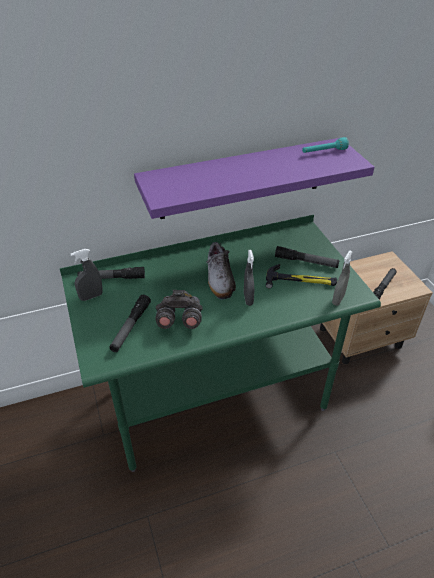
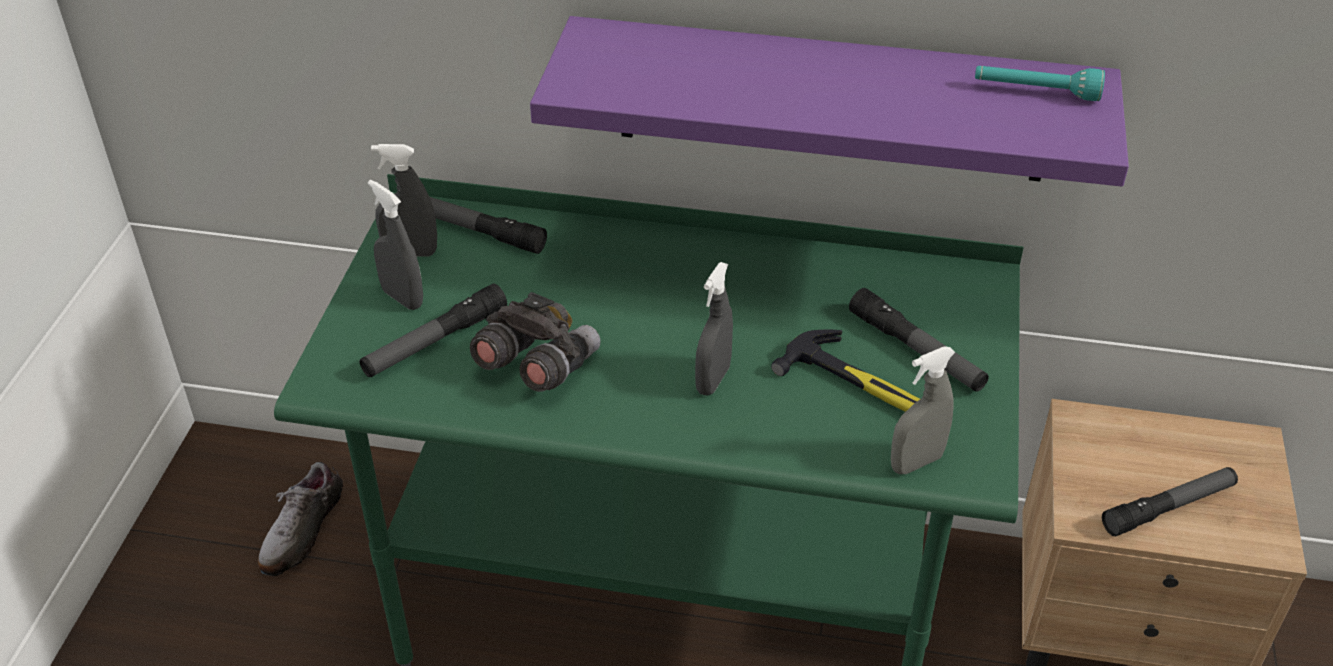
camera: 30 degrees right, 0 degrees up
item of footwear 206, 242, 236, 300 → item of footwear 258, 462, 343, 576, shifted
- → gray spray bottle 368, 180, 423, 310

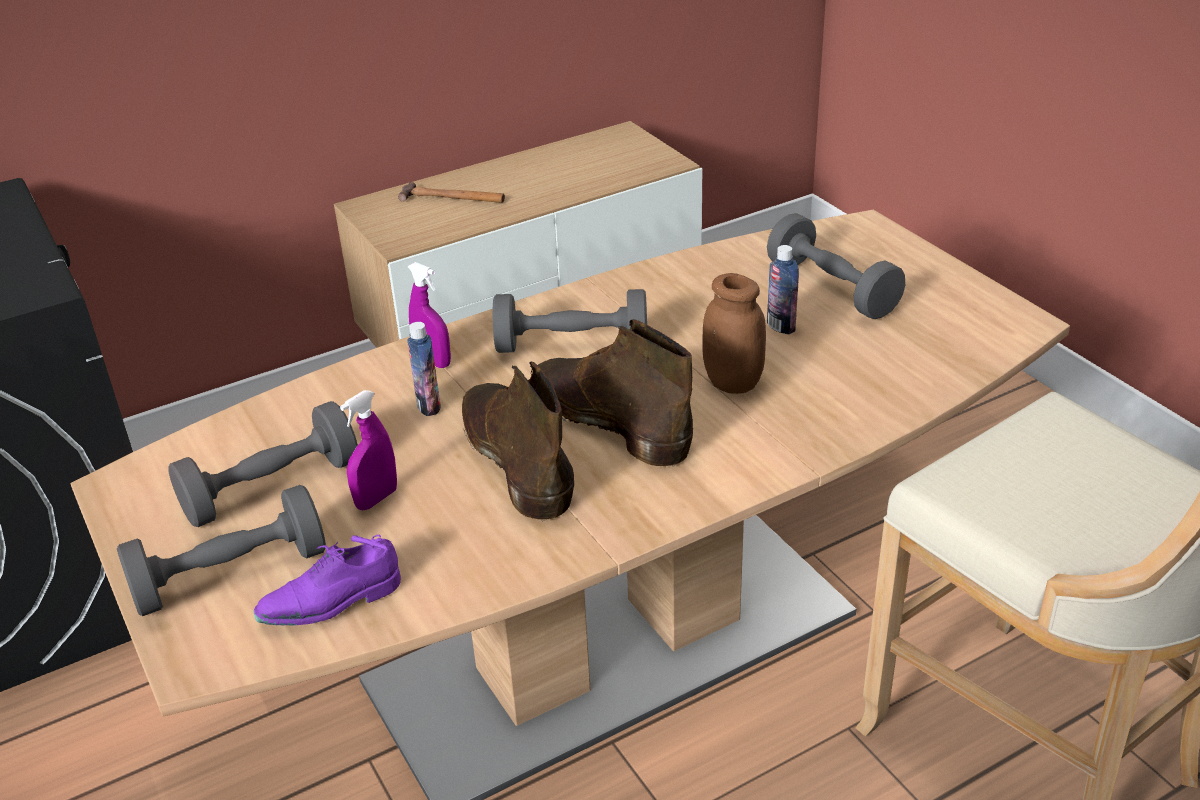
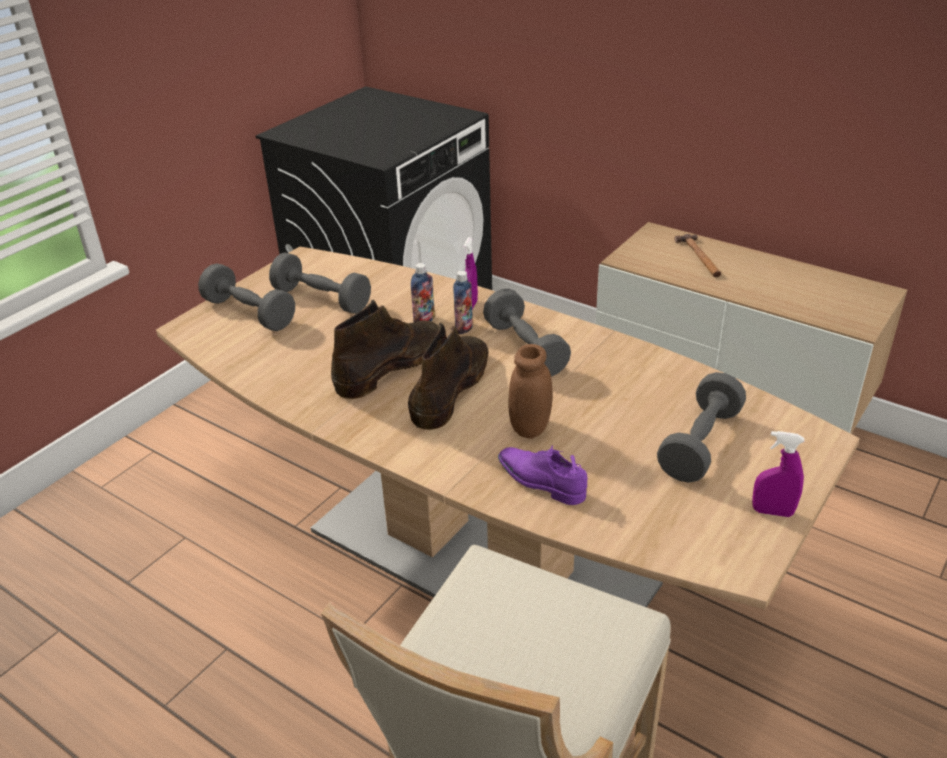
camera: 65 degrees right, 0 degrees up
drink bottle 767, 245, 799, 334 → drink bottle 453, 271, 473, 334, shifted
purple item of footwear 254, 535, 401, 626 → purple item of footwear 498, 445, 587, 505, shifted
purple spray bottle 340, 390, 397, 510 → purple spray bottle 752, 431, 804, 517, shifted

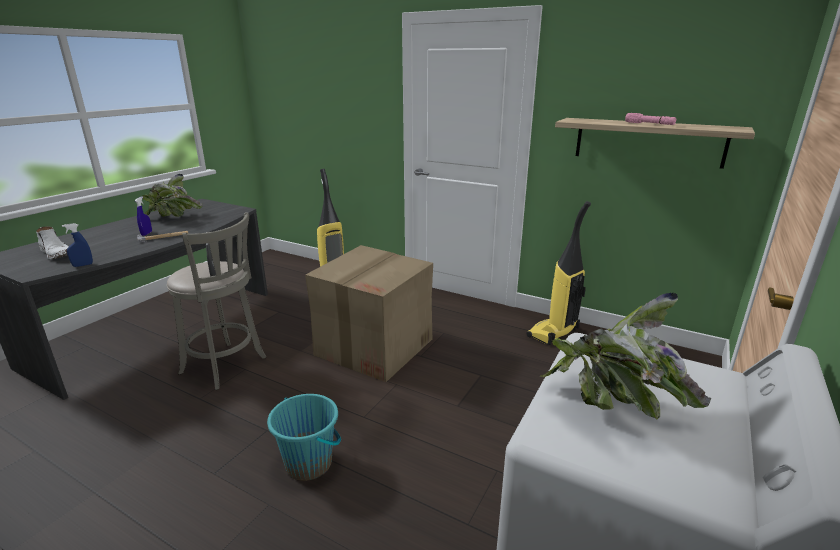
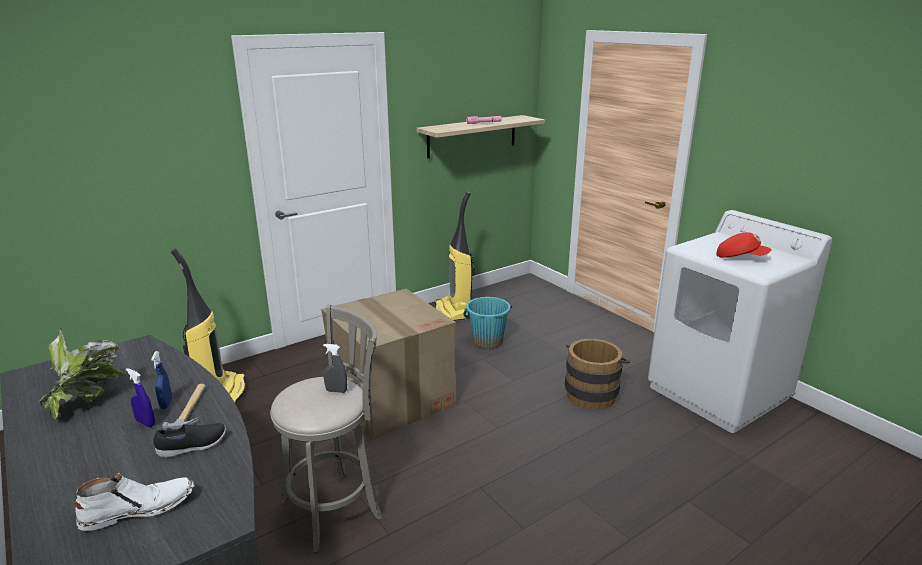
camera: 65 degrees left, 0 degrees up
bluish spray bottle 62, 223, 93, 267 → bluish spray bottle 151, 351, 172, 409, shifted
- → black item of footwear 153, 423, 226, 458
turquoise bucket 267, 394, 341, 481 → turquoise bucket 463, 297, 512, 349, shifted
- → brownish bucket 565, 339, 630, 410
houseplant 540, 292, 711, 419 → red-coloured peaked cap 716, 232, 772, 258

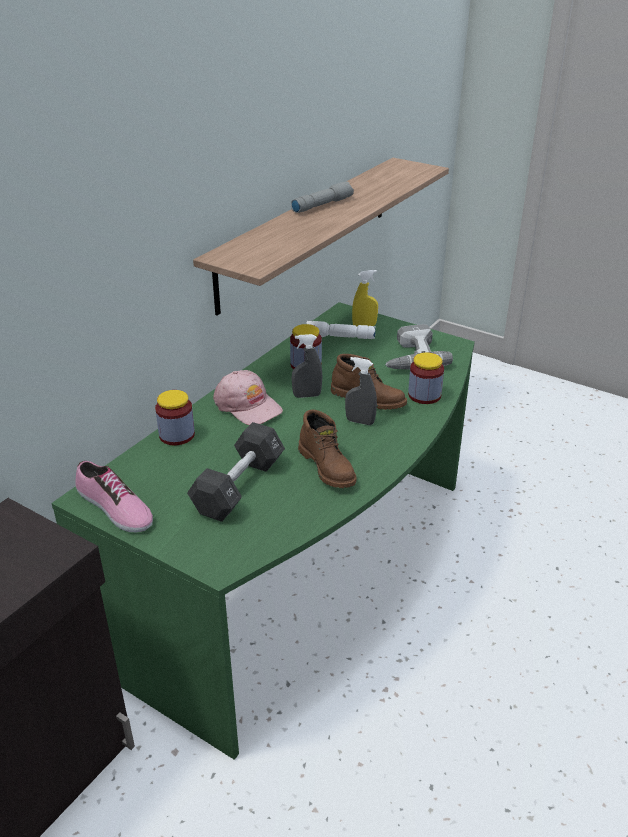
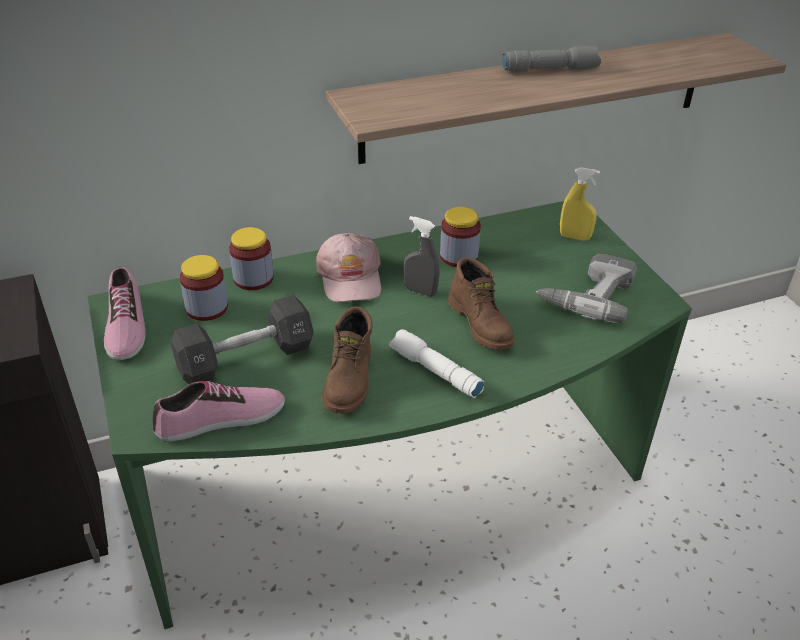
camera: 35 degrees right, 5 degrees up
- → item of footwear 152, 381, 285, 441
storage jar 408, 352, 444, 404 → storage jar 180, 255, 228, 321, shifted
white-coloured flashlight 306, 321, 376, 339 → white-coloured flashlight 389, 329, 484, 398, shifted
gray spray bottle 345, 357, 377, 425 → -

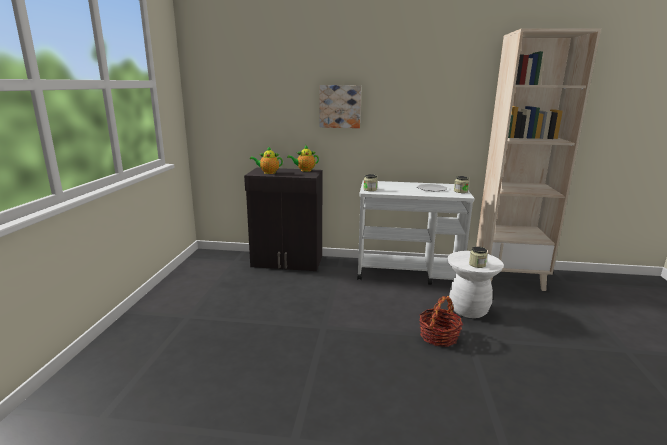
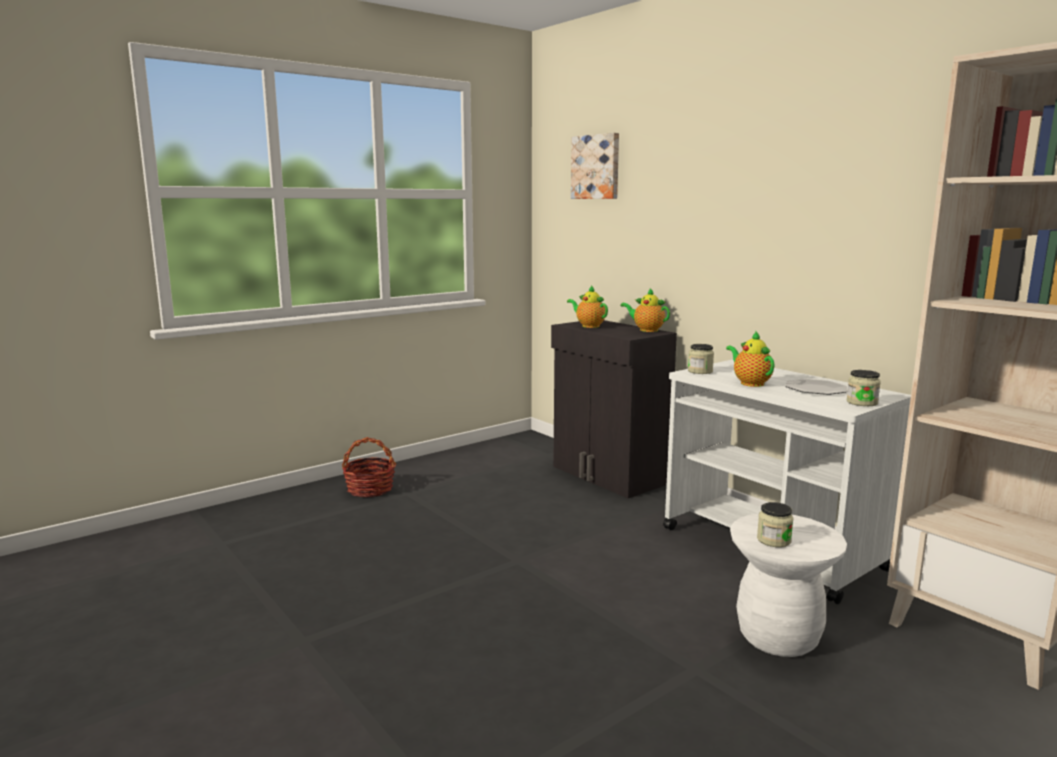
camera: 45 degrees right, 5 degrees down
basket 419, 296, 463, 347 → basket 342, 437, 396, 497, shifted
picture 319, 85, 361, 128 → picture 571, 133, 619, 199, shifted
- → pot for tea 726, 331, 775, 387

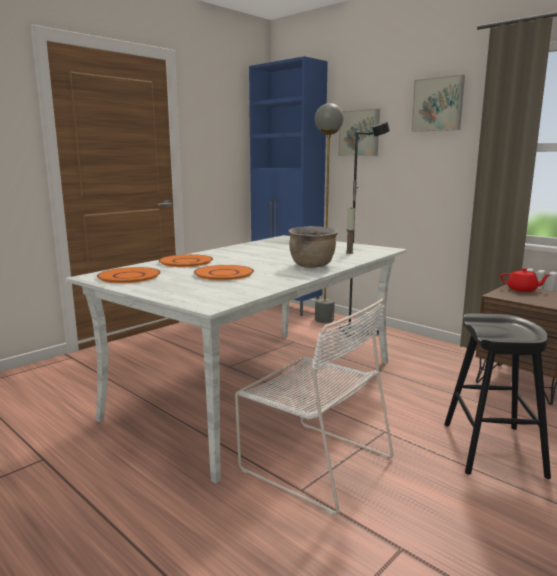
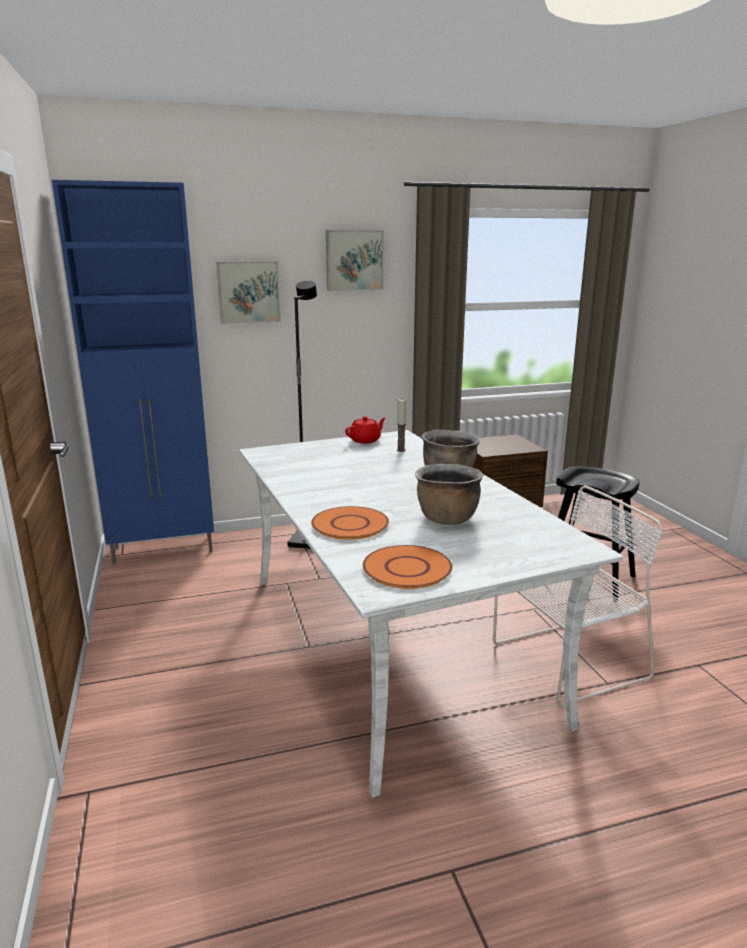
camera: 60 degrees left, 5 degrees up
red-coloured pot for tea 500, 268, 550, 292 → red-coloured pot for tea 345, 416, 386, 444, shifted
orangey dinner plate 194, 265, 254, 280 → brownish stockpot 415, 464, 483, 525
gray standing lamp 315, 103, 344, 323 → -

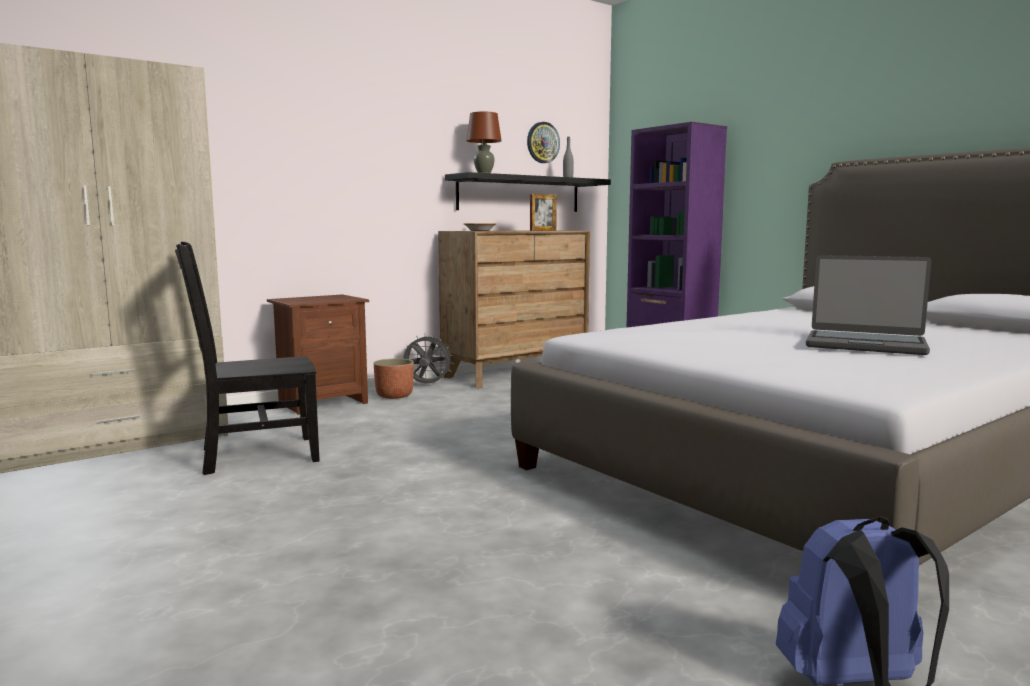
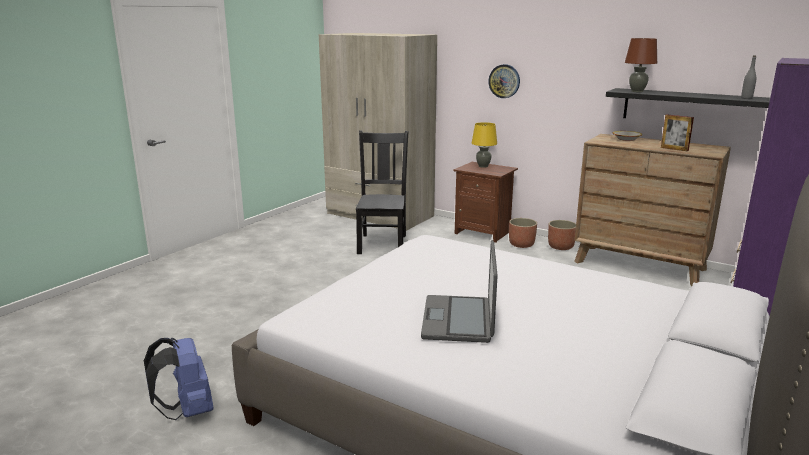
camera: 70 degrees right, 10 degrees up
black plain chair 175, 241, 320, 475 → black plain chair 356, 130, 408, 254, 45 degrees clockwise
- → yellowish table lamp 472, 122, 497, 168
wall clock 527, 122, 560, 163 → wall clock 488, 64, 520, 98, shifted
gray electric fan 403, 333, 454, 384 → flower pot 548, 220, 576, 250

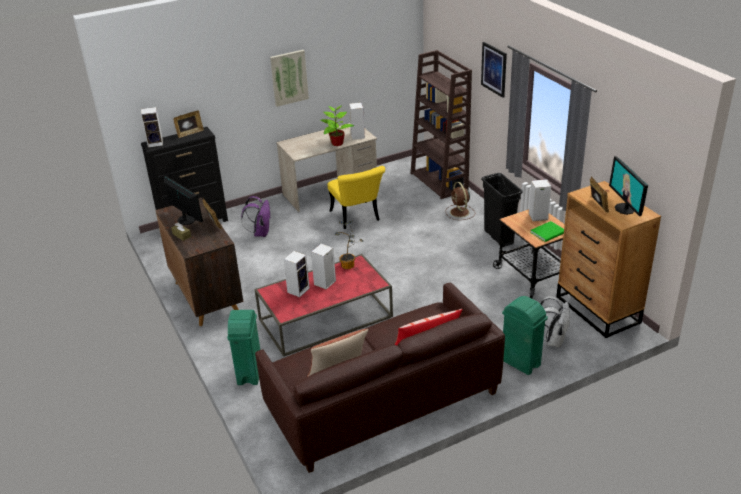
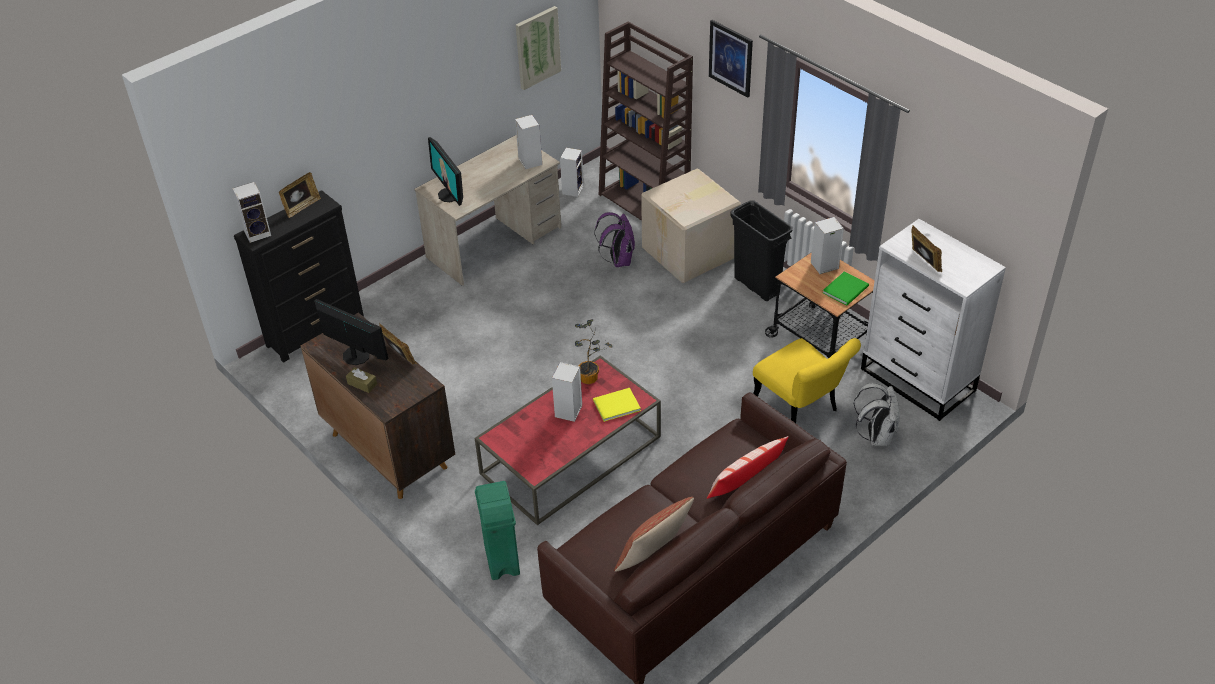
camera: 15 degrees left, 10 degrees up
monitor 609, 156, 648, 216 → monitor 428, 137, 463, 206, shifted
picture 270, 50, 309, 107 → picture 516, 6, 561, 90, shifted
loudspeaker 283, 251, 310, 297 → loudspeaker 560, 148, 584, 197, shifted
- → yellowish book 593, 388, 641, 422
purple rucksack 241, 196, 270, 237 → purple rucksack 594, 212, 635, 267, shifted
brownish electric fan 446, 182, 475, 220 → carton 641, 168, 741, 283
yellowish plain chair 327, 166, 385, 229 → yellowish plain chair 753, 338, 861, 423, shifted
brownish dresser 556, 181, 661, 338 → white-coloured dresser 861, 219, 1006, 421
houseplant 321, 105, 354, 146 → -
green-coloured waste bin 502, 296, 548, 375 → -

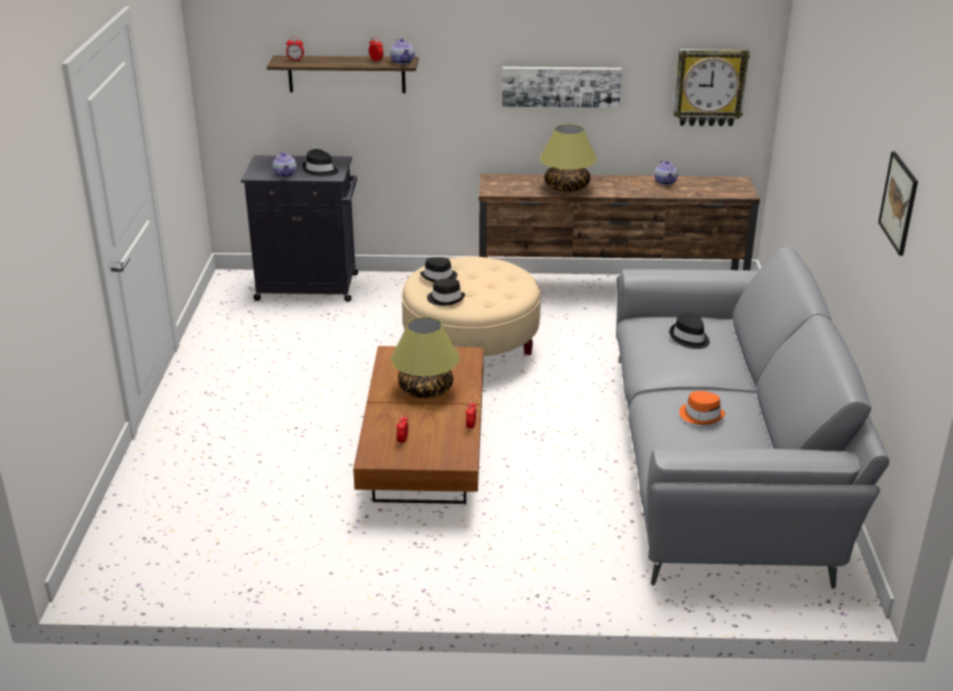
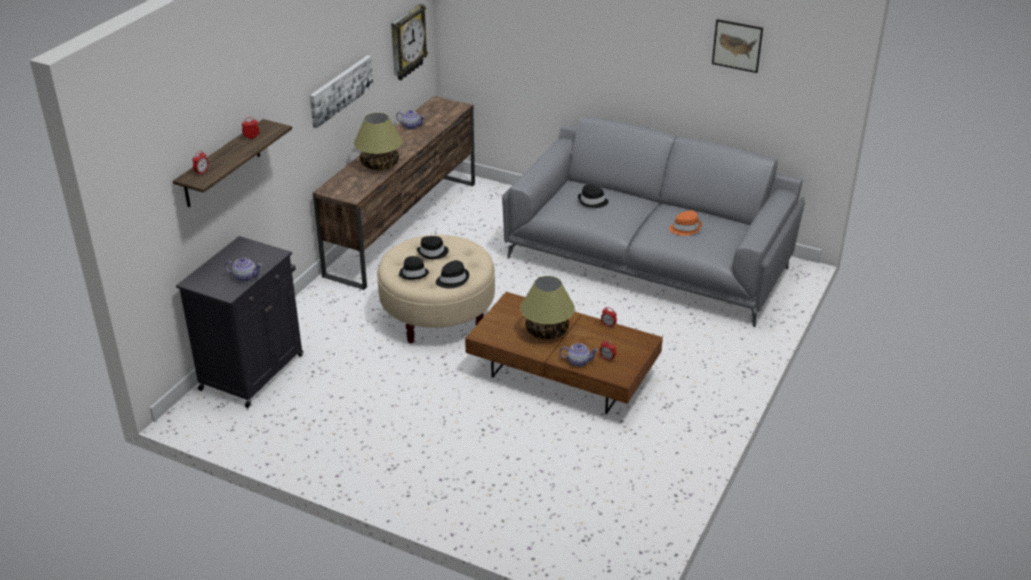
camera: 65 degrees left, 5 degrees up
black hat 302, 149, 339, 177 → black hat 417, 236, 449, 259, shifted
pot for tea 390, 38, 415, 64 → pot for tea 560, 343, 598, 367, shifted

